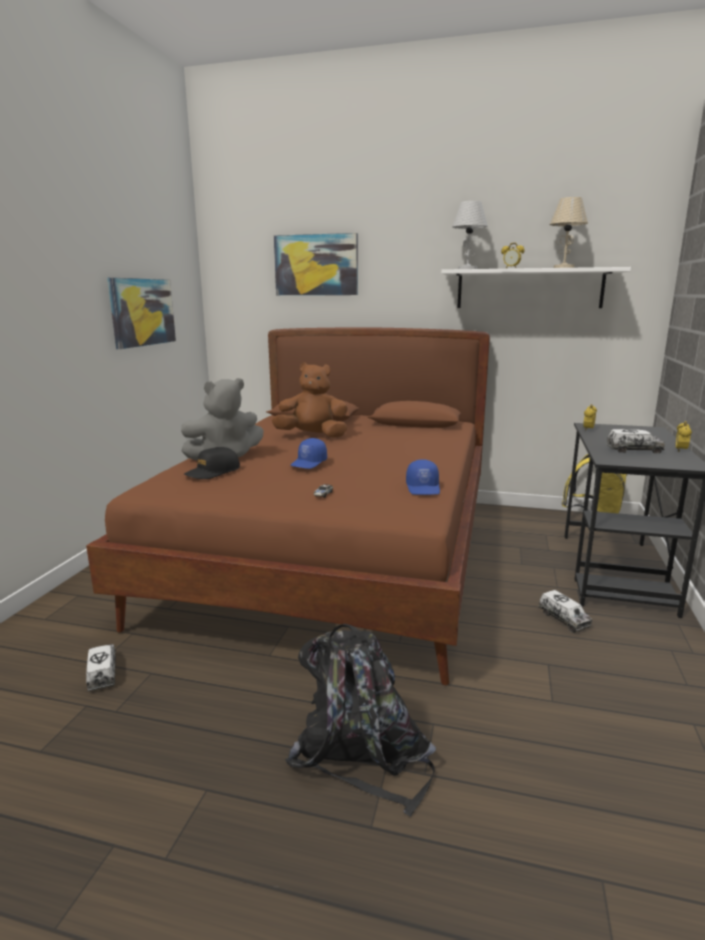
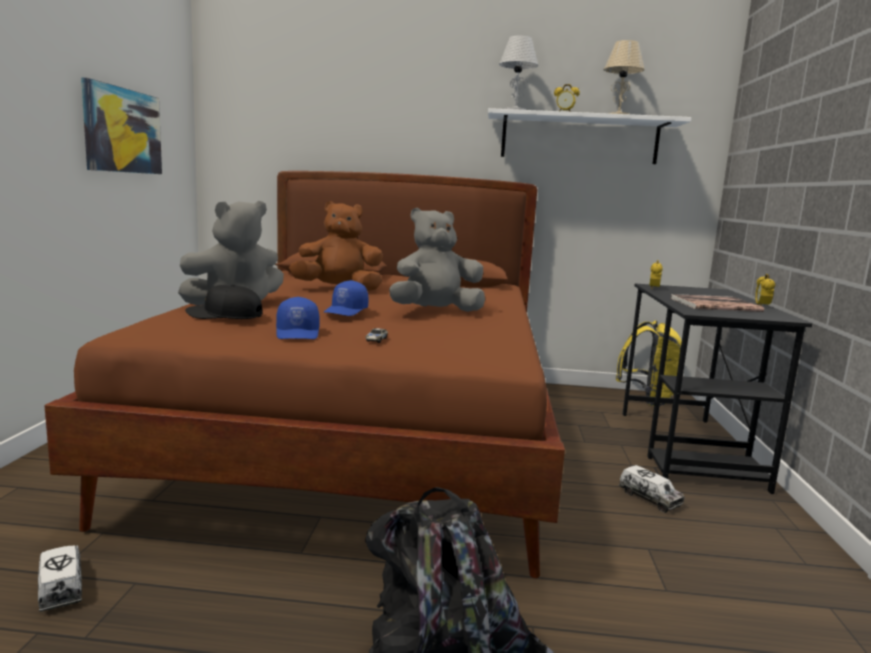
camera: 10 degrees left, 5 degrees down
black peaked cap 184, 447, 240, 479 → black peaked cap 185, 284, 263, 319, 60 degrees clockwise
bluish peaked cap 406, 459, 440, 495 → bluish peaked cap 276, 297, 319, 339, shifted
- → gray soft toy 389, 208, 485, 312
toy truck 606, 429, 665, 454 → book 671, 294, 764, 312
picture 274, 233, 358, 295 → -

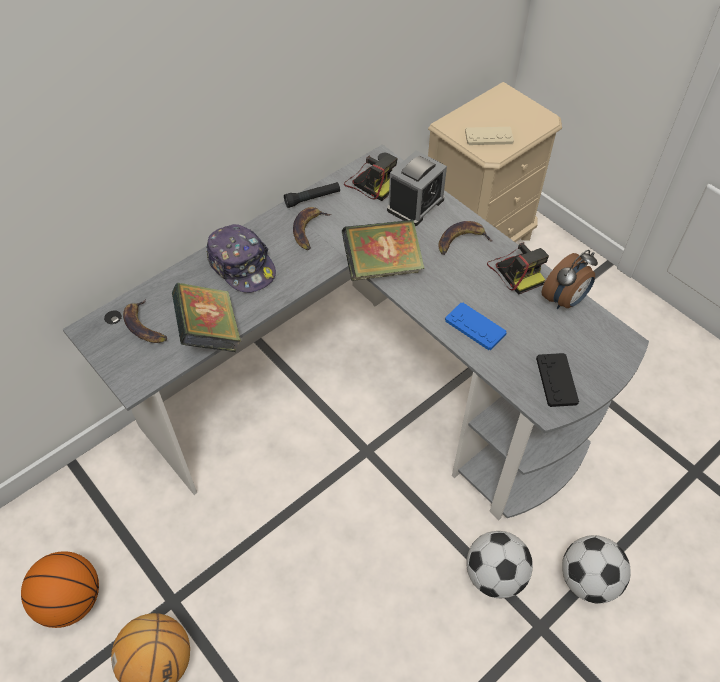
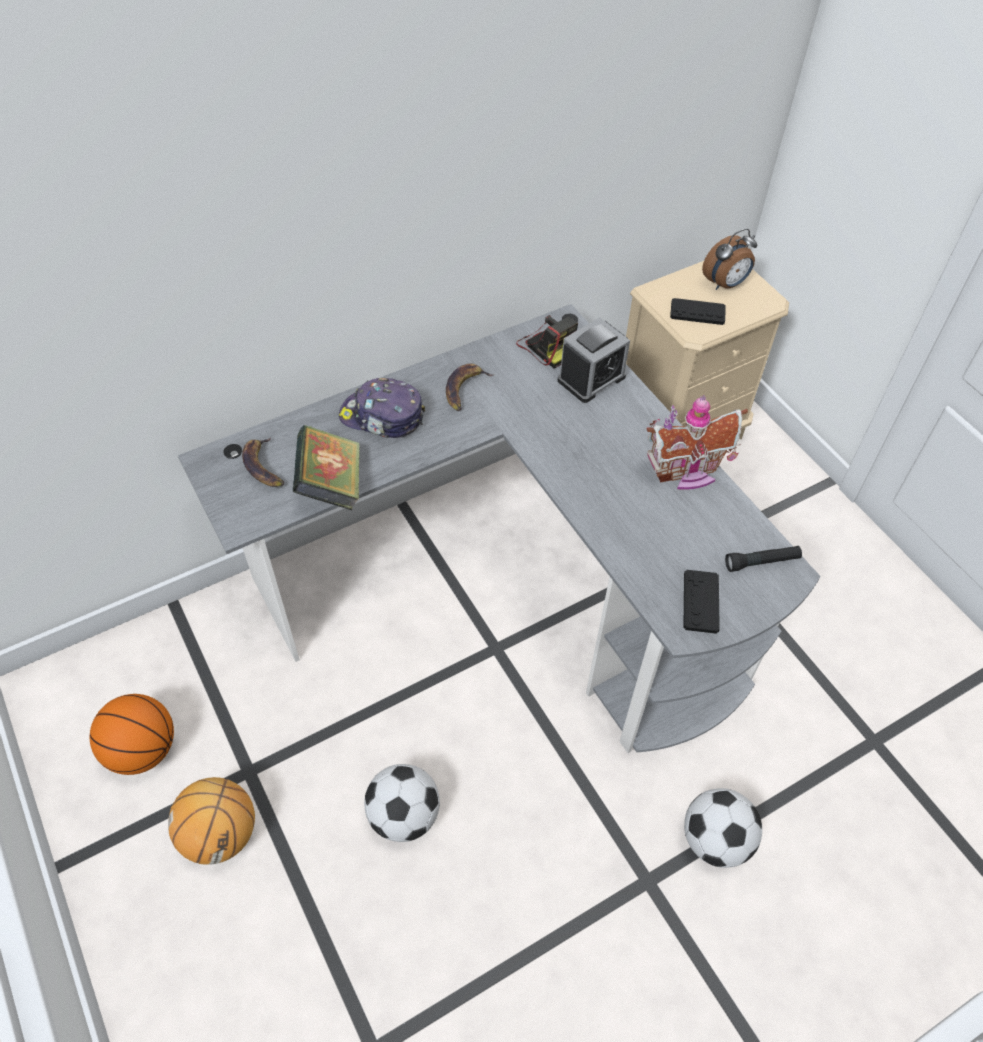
camera: 10 degrees right, 0 degrees up
peaked cap 206, 224, 276, 293 → peaked cap 339, 378, 425, 438, 135 degrees clockwise
football ball 467, 531, 533, 598 → football ball 364, 764, 440, 842, shifted
photo camera 487, 242, 549, 295 → model house 647, 395, 748, 490
beige gamepad 465, 127, 514, 145 → black gamepad 670, 298, 726, 325
bedside clock 541, 250, 598, 309 → bedside clock 702, 228, 757, 290, shifted
black flashlight 284, 182, 340, 208 → black flashlight 725, 546, 802, 572, shifted
book 342, 220, 425, 281 → -
banana fruit 438, 221, 492, 255 → -
bluish gamepad 445, 303, 507, 350 → -

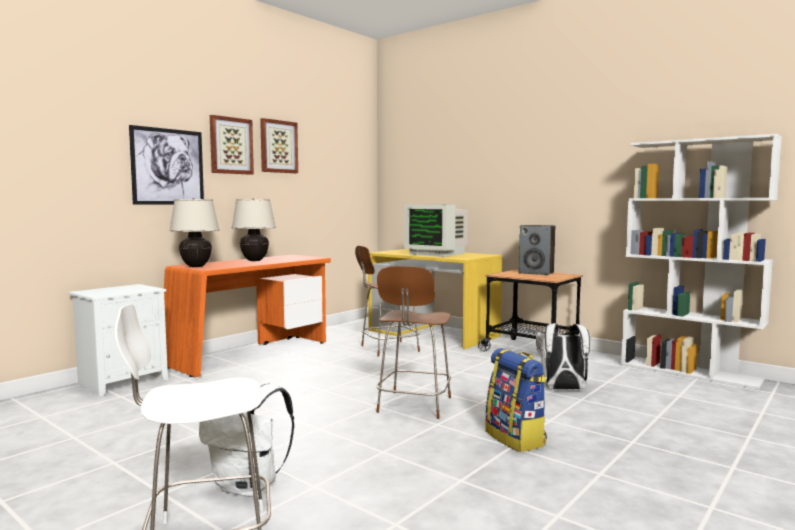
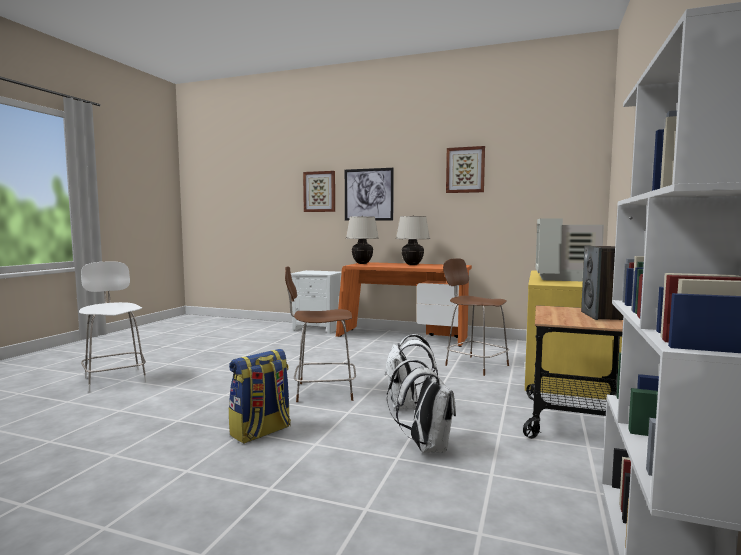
camera: 70 degrees right, 0 degrees up
picture 210, 115, 254, 175 → picture 303, 171, 335, 212, shifted
white-coloured rucksack 199, 383, 294, 497 → white-coloured rucksack 385, 334, 438, 409, shifted

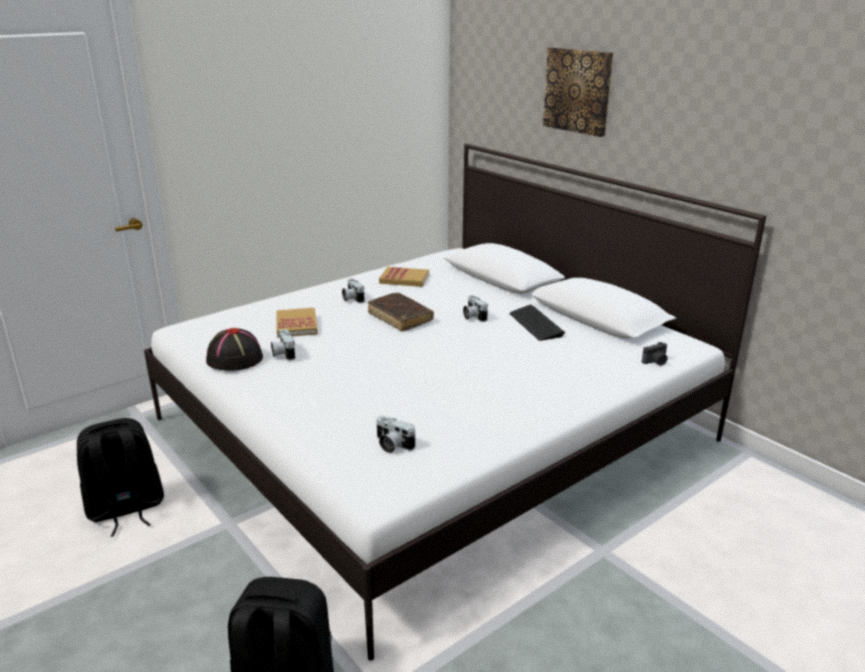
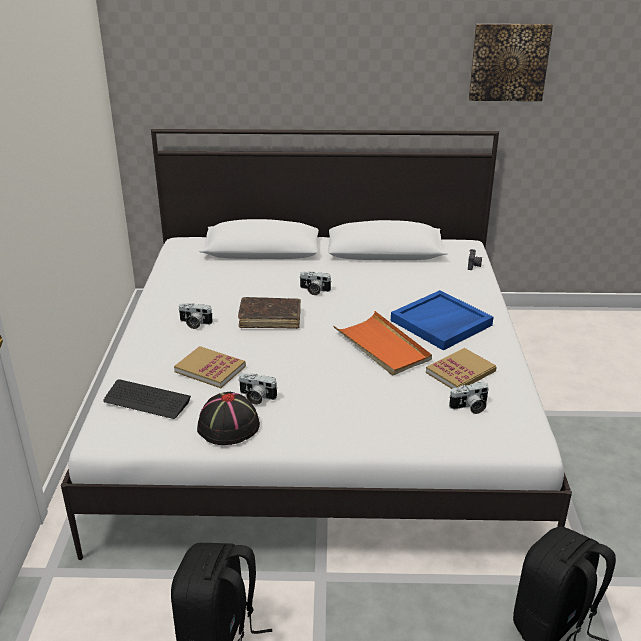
camera: 50 degrees left, 5 degrees up
computer keyboard 509, 305, 565, 341 → computer keyboard 103, 379, 191, 419, shifted
- → orangey carrying tray 333, 311, 432, 375
- → bluish carrying tray 391, 290, 493, 351
book 379, 267, 429, 287 → book 426, 348, 497, 389, shifted
picture 543, 47, 613, 137 → picture 469, 24, 553, 101, shifted

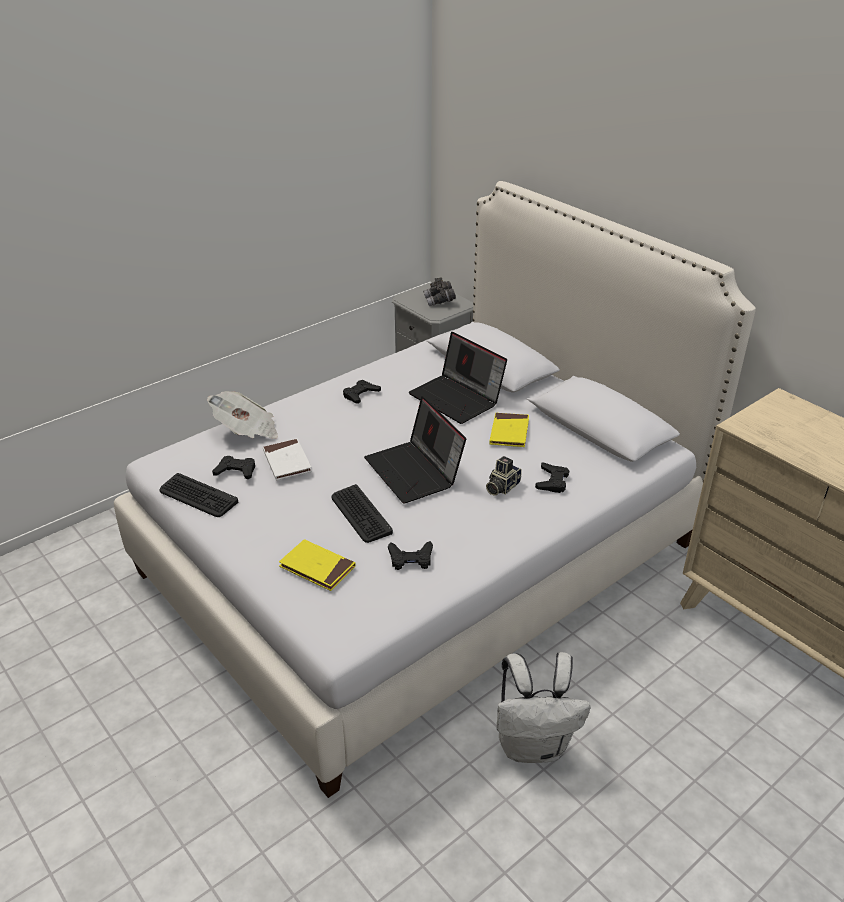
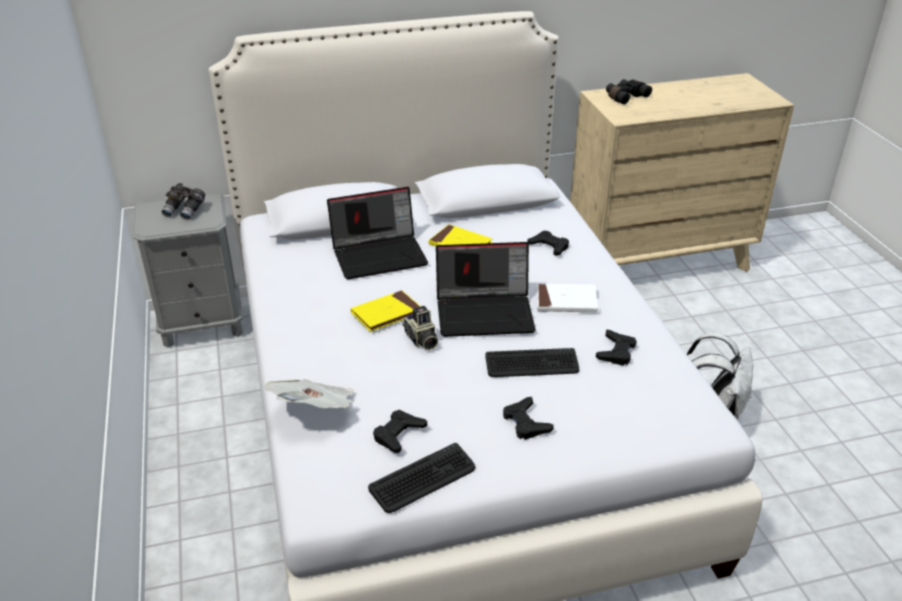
camera: 65 degrees left, 0 degrees up
yellowish book 279, 539, 355, 591 → yellowish book 351, 291, 421, 332, shifted
photo camera 486, 456, 522, 496 → photo camera 403, 306, 438, 350, shifted
black gamepad 343, 380, 381, 404 → black gamepad 503, 397, 554, 440, shifted
white-coloured book 263, 439, 312, 480 → white-coloured book 537, 284, 598, 312, shifted
- → black pair of binoculars 606, 79, 652, 104

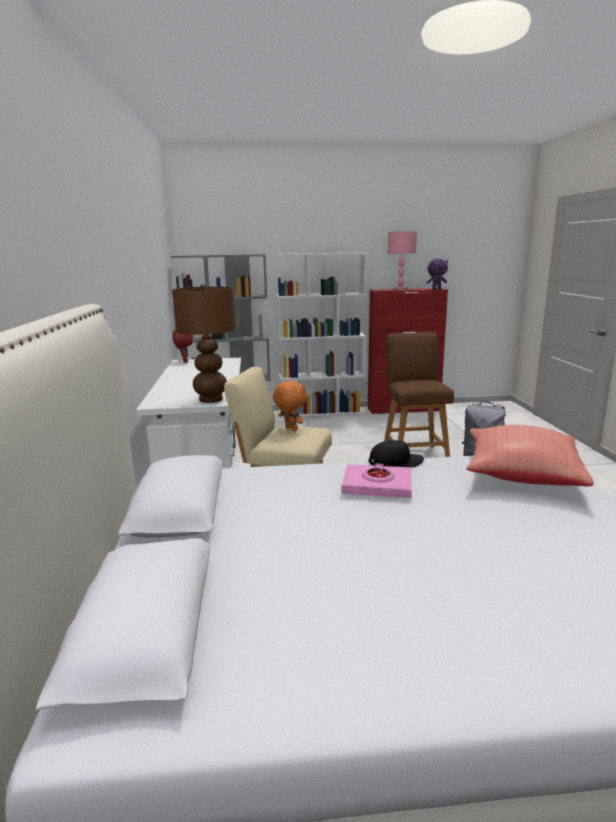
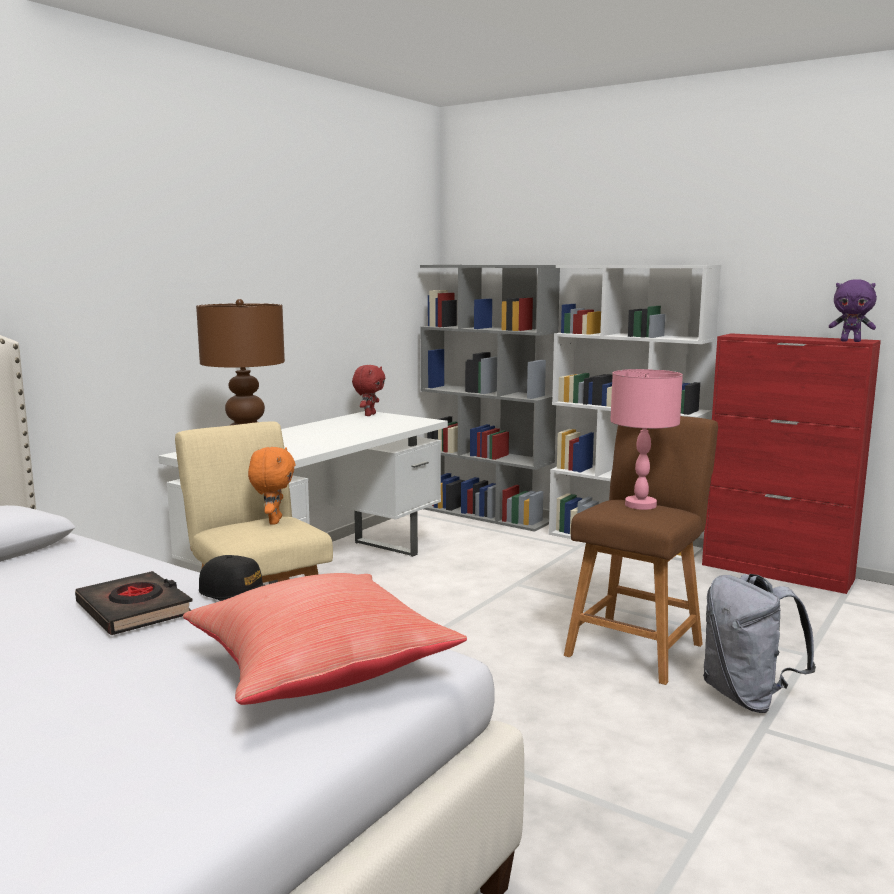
camera: 40 degrees right, 5 degrees down
pinkish book 342, 463, 412, 498 → black book 75, 571, 192, 635
pinkish table lamp 388, 231, 417, 290 → pinkish table lamp 610, 369, 683, 510, shifted

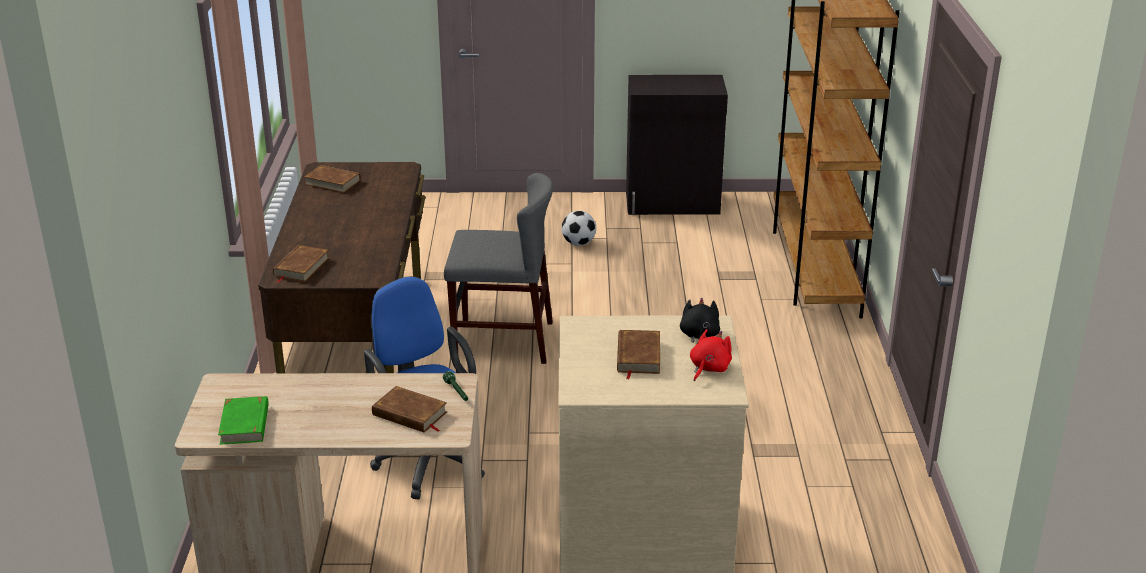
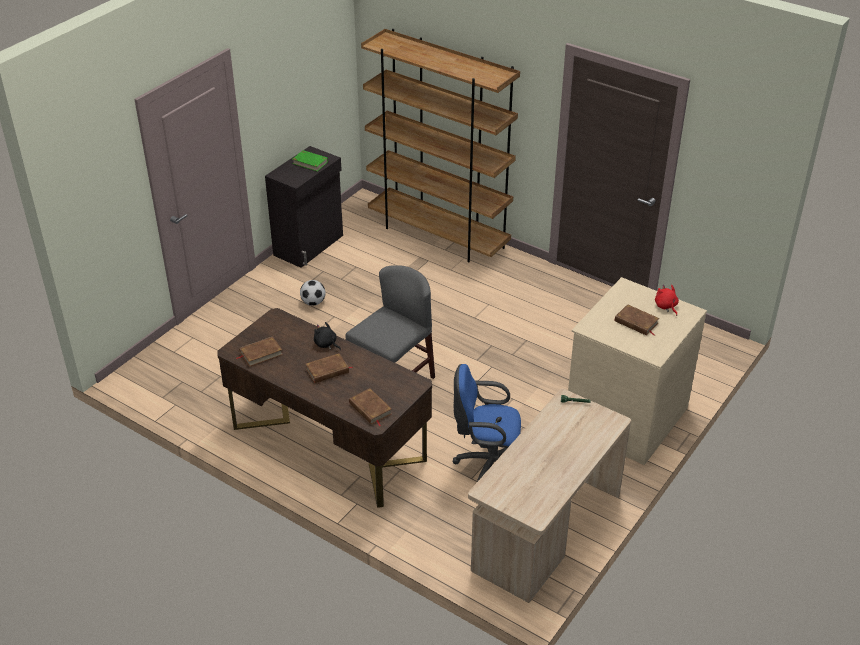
camera: 55 degrees left, 10 degrees up
green-coloured book 218, 396, 269, 445 → green-coloured book 292, 150, 328, 171, shifted
brownish book 372, 386, 447, 433 → brownish book 306, 353, 353, 383, shifted
black soft toy 680, 298, 720, 342 → black soft toy 314, 322, 341, 350, shifted

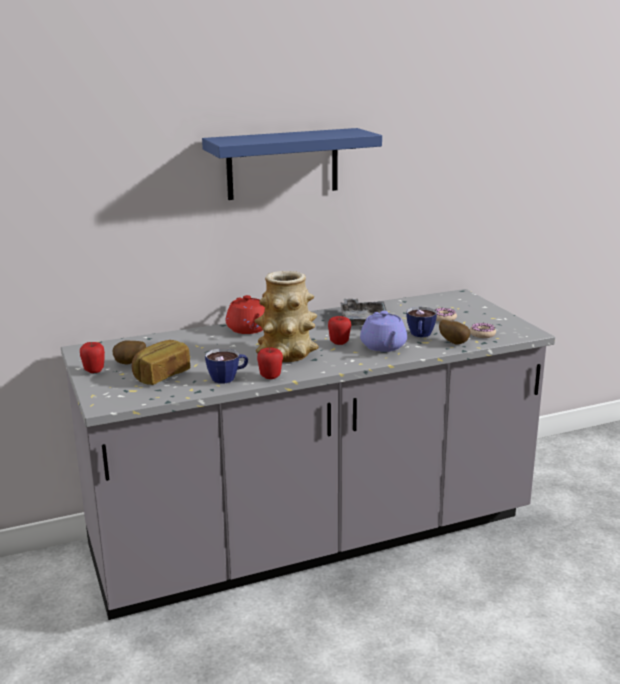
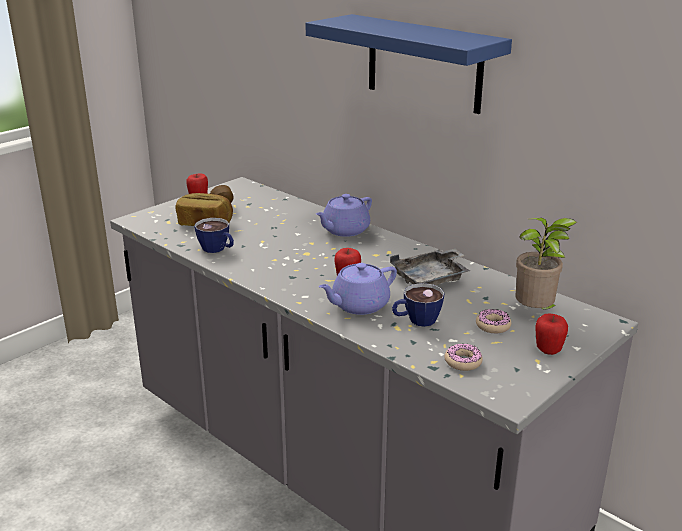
camera: 65 degrees right, 5 degrees up
red-coloured pot for tea 226, 295, 265, 334 → purple pot for tea 316, 194, 372, 237
- → houseplant 515, 218, 577, 310
apple fruit 257, 347, 283, 379 → apple fruit 535, 313, 568, 355, shifted
flower vase 254, 271, 319, 362 → -
whole potato 439, 320, 470, 344 → -

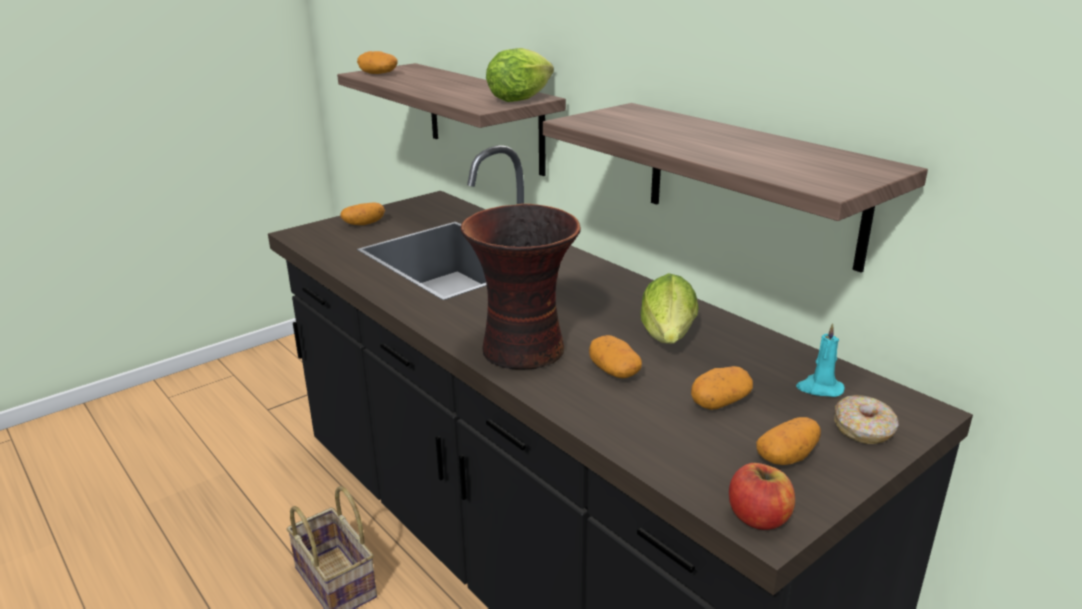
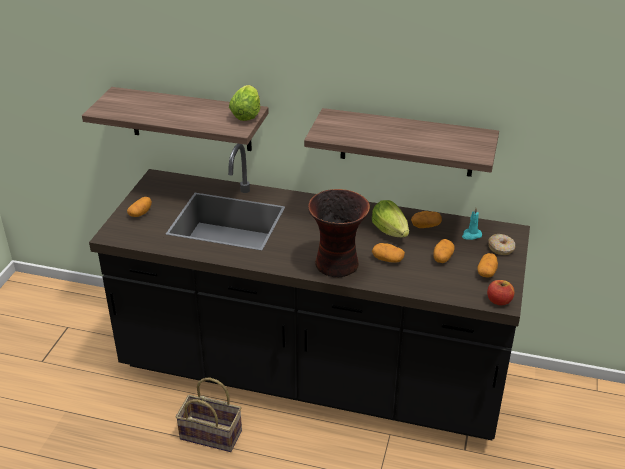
camera: 35 degrees left, 10 degrees up
whole potato 357, 51, 398, 74 → whole potato 411, 211, 442, 228, shifted

